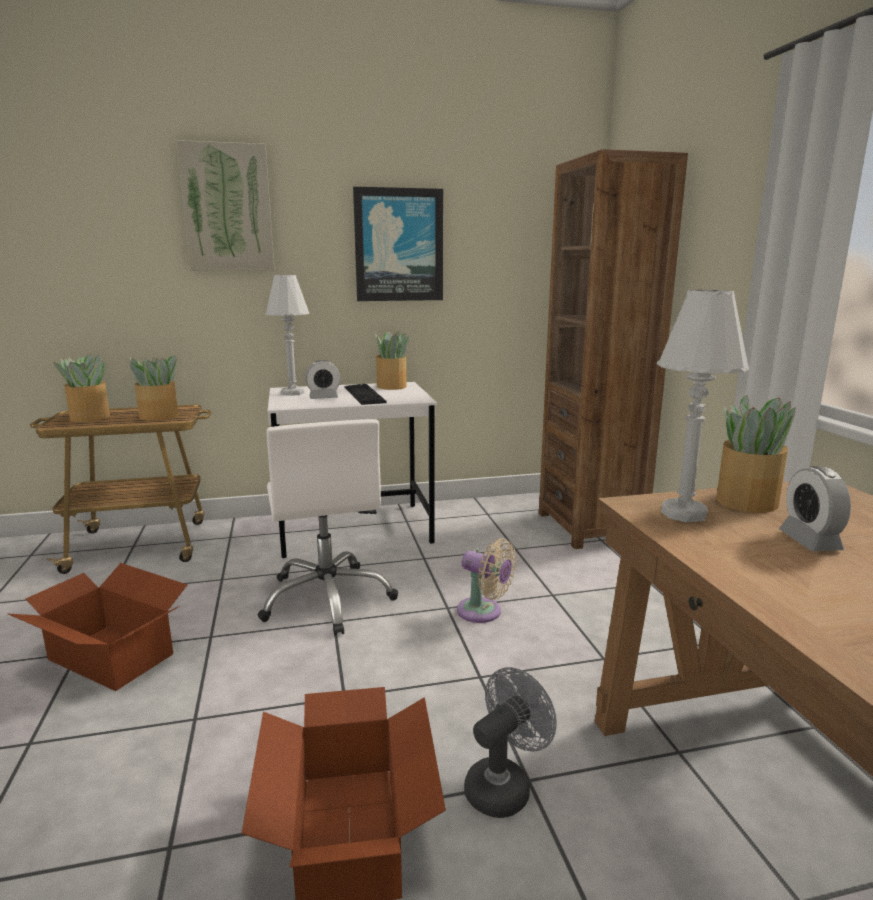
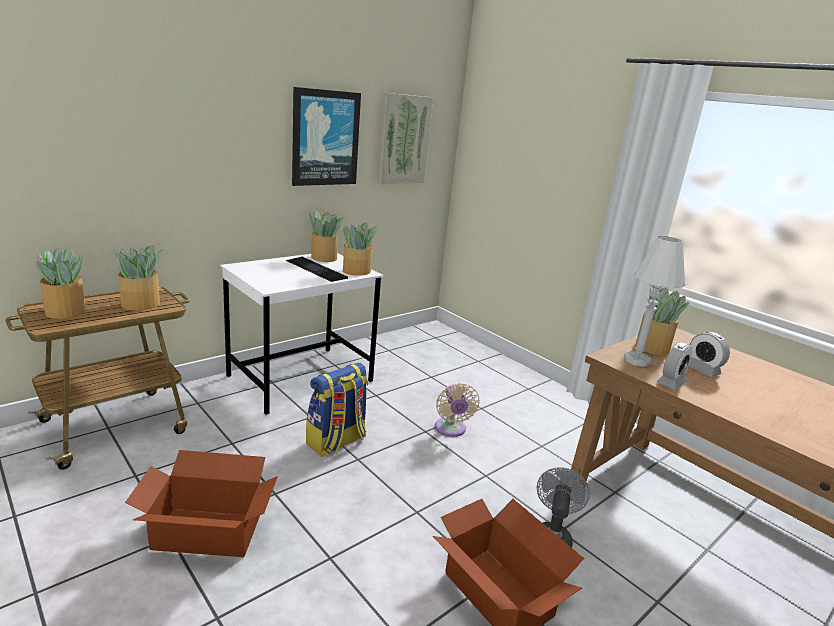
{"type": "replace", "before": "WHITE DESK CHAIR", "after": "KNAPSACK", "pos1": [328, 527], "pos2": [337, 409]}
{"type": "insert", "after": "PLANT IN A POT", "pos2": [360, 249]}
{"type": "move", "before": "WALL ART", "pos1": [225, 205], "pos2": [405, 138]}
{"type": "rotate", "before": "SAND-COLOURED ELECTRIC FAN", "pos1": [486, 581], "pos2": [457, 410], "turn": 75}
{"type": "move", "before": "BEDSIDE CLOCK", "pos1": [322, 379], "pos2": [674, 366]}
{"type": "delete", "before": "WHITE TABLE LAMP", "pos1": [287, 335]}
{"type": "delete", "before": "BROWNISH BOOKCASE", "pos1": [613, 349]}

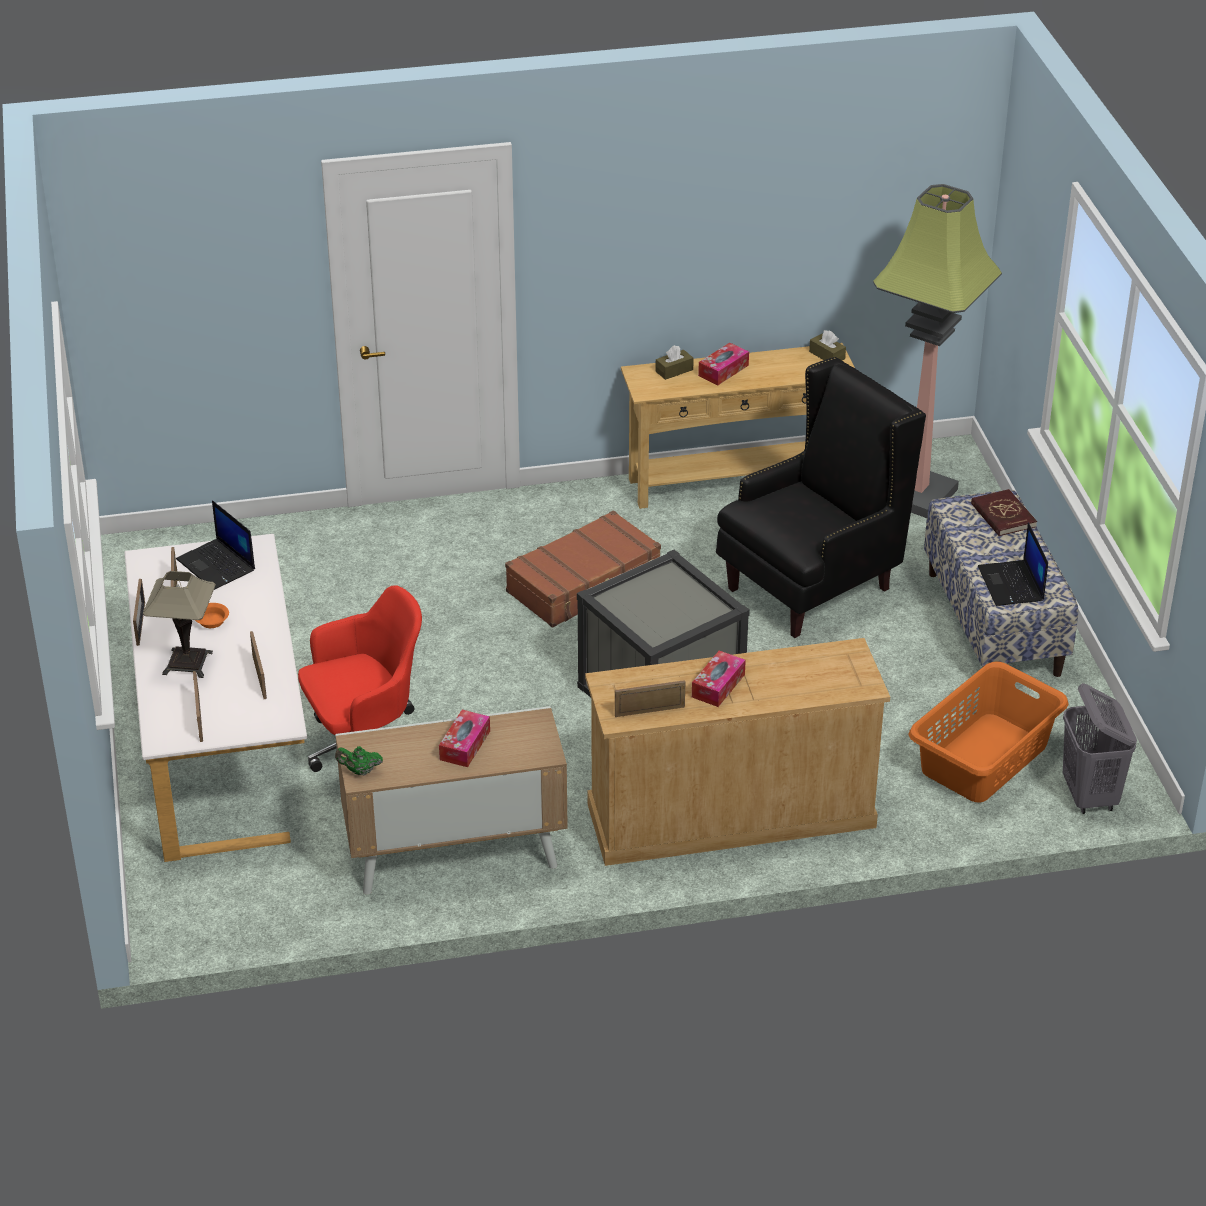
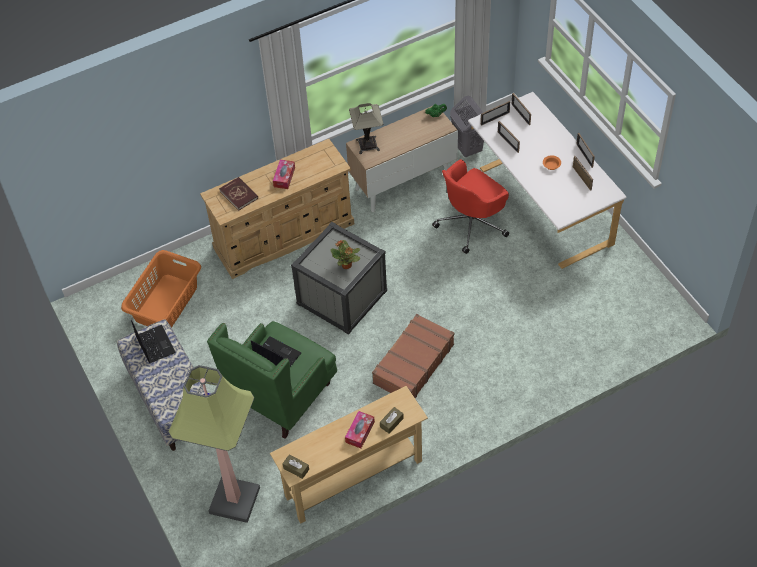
{"type": "recolor", "before": "BLACK-COLOURED LOUNGE CHAIR", "after": "GREENISH LOUNGE CHAIR", "pos1": [821, 497], "pos2": [272, 380]}
{"type": "move", "before": "REDDISH BOUND BOOK", "pos1": [1004, 512], "pos2": [238, 194]}
{"type": "move", "before": "NOTEBOOK COMPUTER", "pos1": [215, 545], "pos2": [276, 352]}
{"type": "insert", "after": "PLANT IN A POT", "pos2": [345, 254]}
{"type": "move", "before": "TABLE LAMP", "pos1": [179, 624], "pos2": [366, 128]}
{"type": "move", "before": "GRAY LAUNDRY BASKET", "pos1": [1100, 748], "pos2": [467, 126]}
{"type": "move", "before": "PHOTO FRAME", "pos1": [650, 698], "pos2": [495, 113]}
{"type": "delete", "before": "TISSUE BOX", "pos1": [464, 738]}

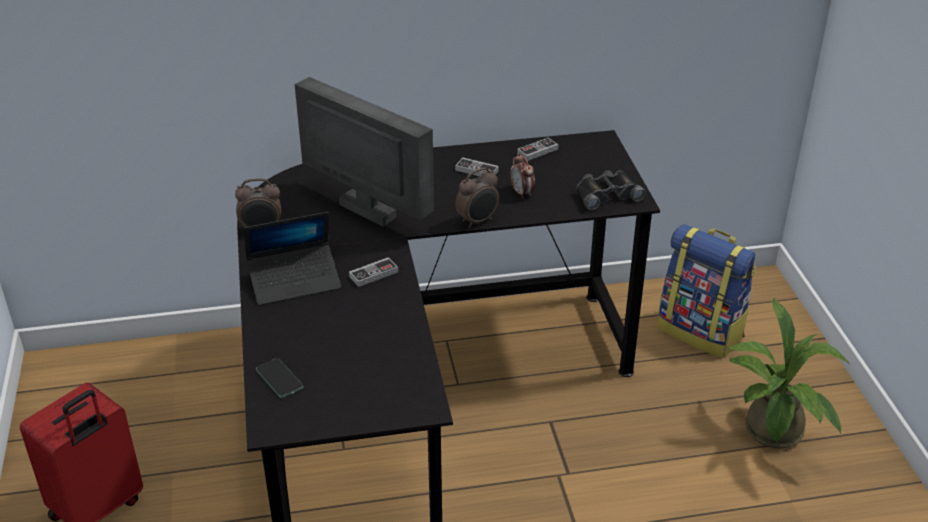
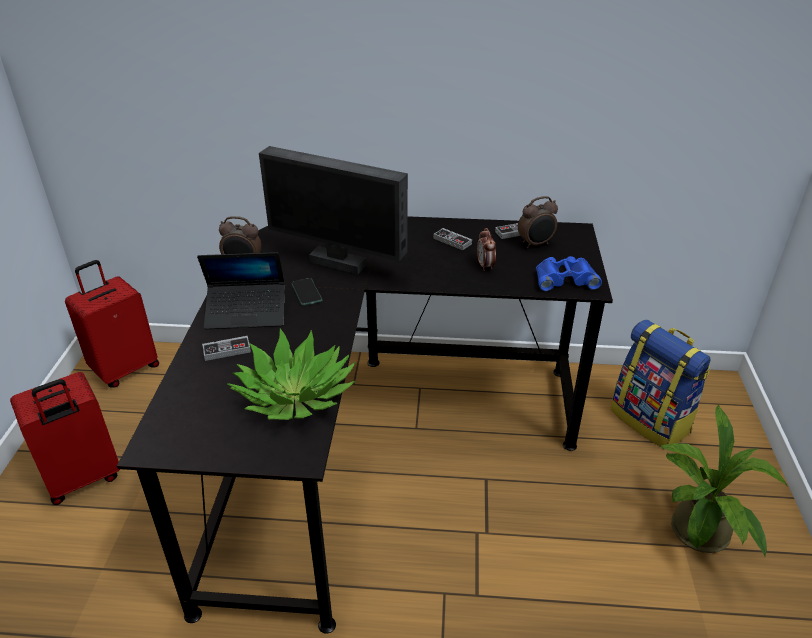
{"type": "insert", "after": "REDDISH TRAVEL CASE", "pos2": [112, 324]}
{"type": "move", "before": "GAMEPAD", "pos1": [373, 272], "pos2": [226, 348]}
{"type": "insert", "after": "PLANT IN A POT", "pos2": [291, 374]}
{"type": "rotate", "before": "COMPUTER SCREEN", "pos1": [364, 152], "pos2": [333, 210], "turn": 150}
{"type": "move", "before": "HANDSET", "pos1": [280, 378], "pos2": [307, 292]}
{"type": "move", "before": "BEDSIDE CLOCK", "pos1": [477, 197], "pos2": [538, 222]}
{"type": "recolor", "before": "BLACK-COLOURED BINOCULARS", "after": "BLUE BINOCULARS", "pos1": [611, 190], "pos2": [569, 273]}

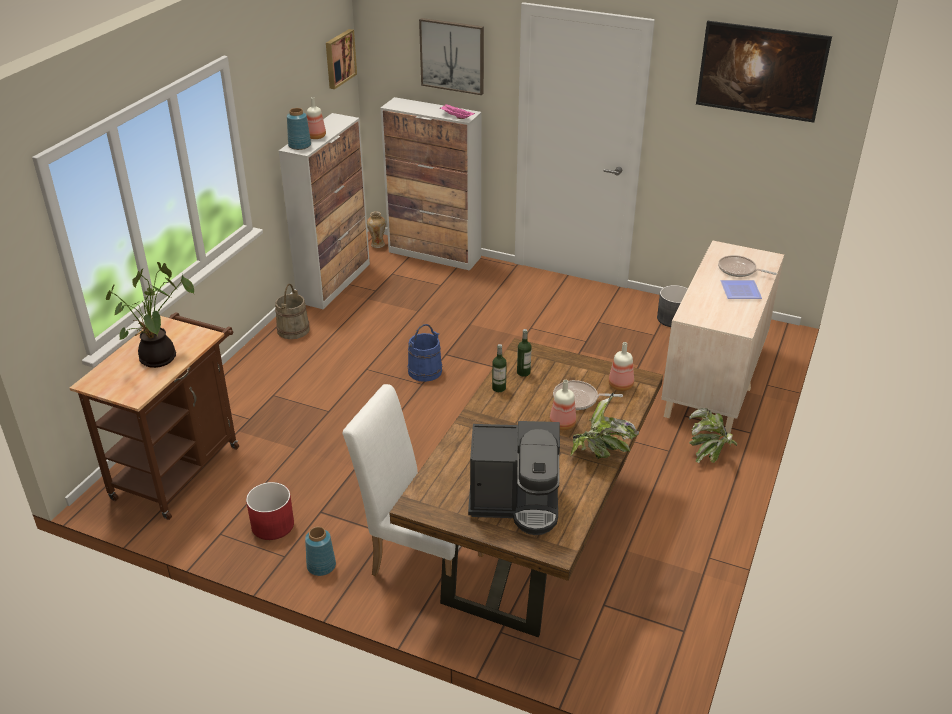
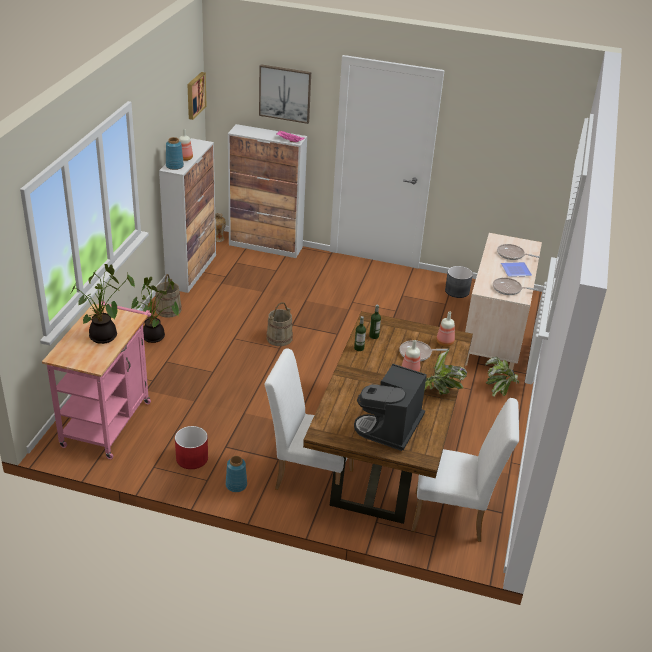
{"type": "recolor", "before": "BROWNISH WHEELED CART", "after": "PINK WHEELED CART", "pos1": [154, 416], "pos2": [96, 380]}
{"type": "insert", "after": "PLANT IN A POT", "pos2": [155, 310]}
{"type": "recolor", "before": "BLUE BUCKET", "after": "SAND-COLOURED BUCKET", "pos1": [425, 353], "pos2": [279, 324]}
{"type": "rotate", "before": "COFFEE MAKER", "pos1": [514, 478], "pos2": [390, 407], "turn": 120}
{"type": "insert", "after": "WHITE CHAIR", "pos2": [465, 470]}
{"type": "insert", "after": "PAN", "pos2": [515, 286]}
{"type": "delete", "before": "WALL ART", "pos1": [764, 72]}

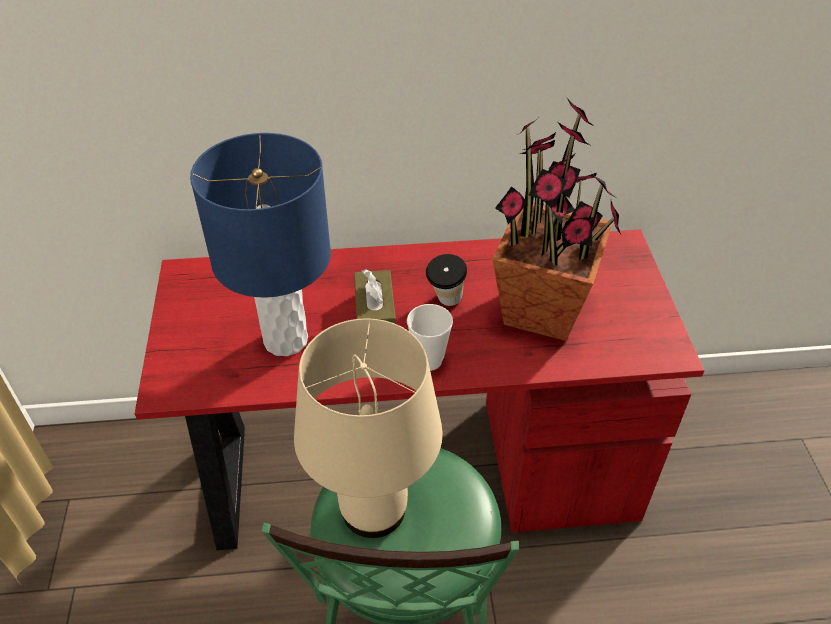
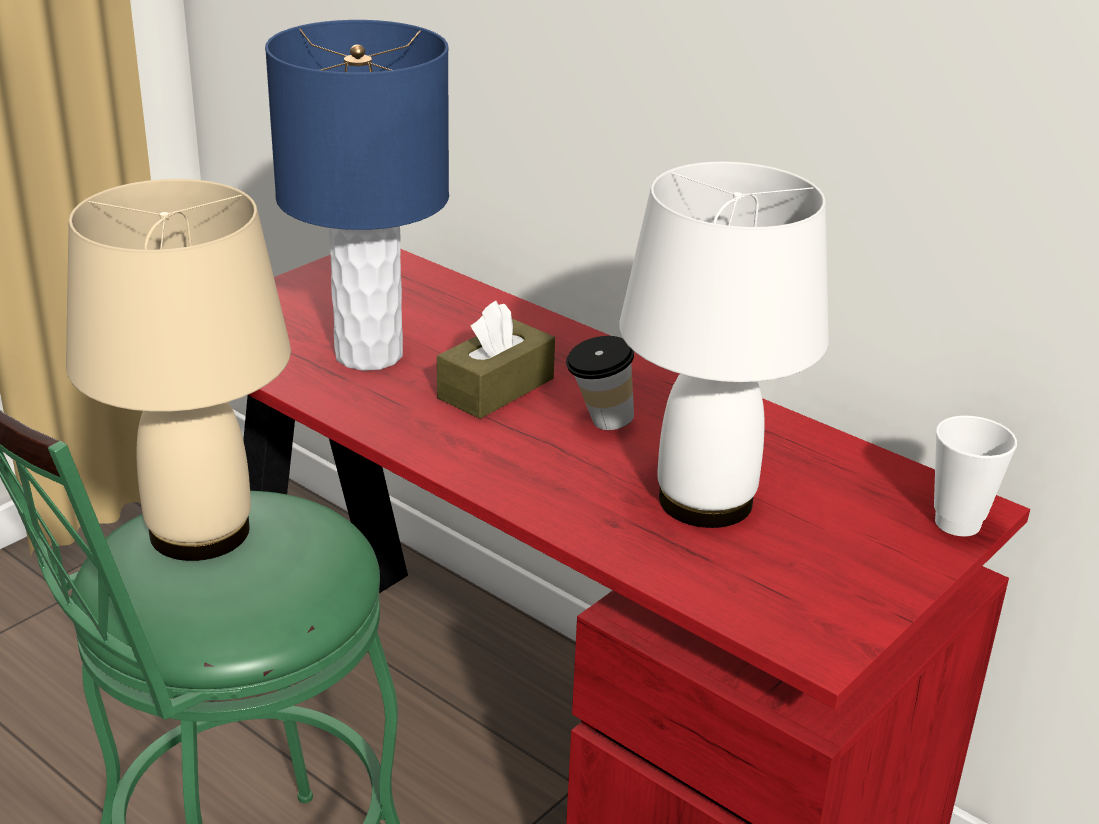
{"type": "replace", "before": "PLANT IN A POT", "after": "WHITE TABLE LAMP", "pos1": [556, 219], "pos2": [724, 345]}
{"type": "move", "before": "DRINKING CUP", "pos1": [430, 337], "pos2": [975, 475]}

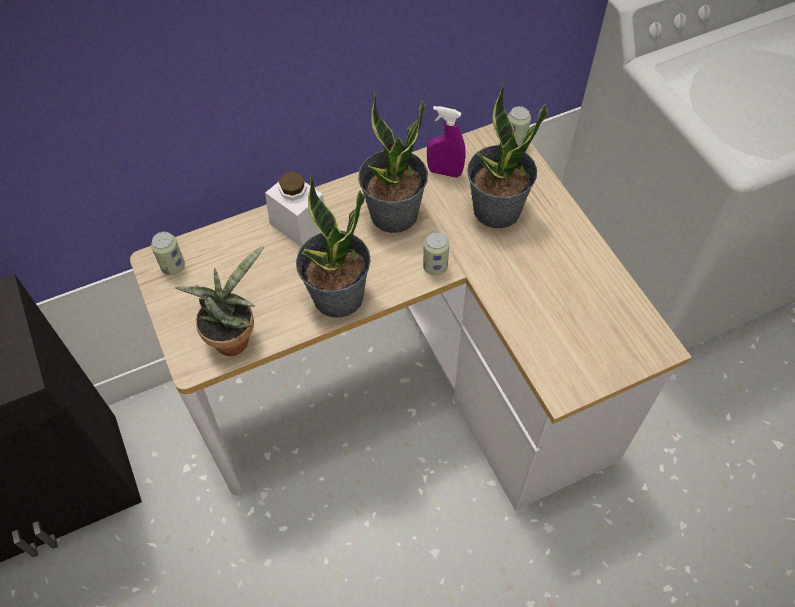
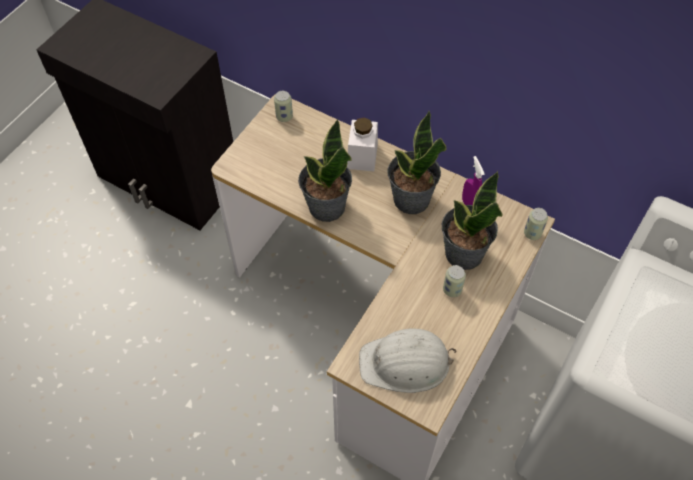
{"type": "insert", "after": "WHITE WORK HELMET", "pos2": [407, 361]}
{"type": "move", "before": "METAL CAN", "pos1": [436, 253], "pos2": [454, 281]}
{"type": "delete", "before": "PLANT IN A POT", "pos1": [220, 300]}

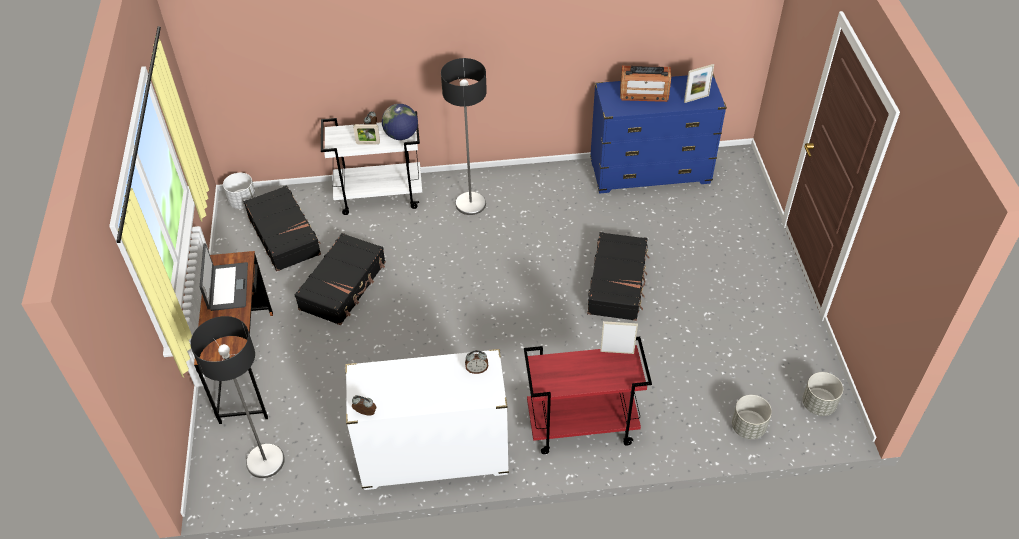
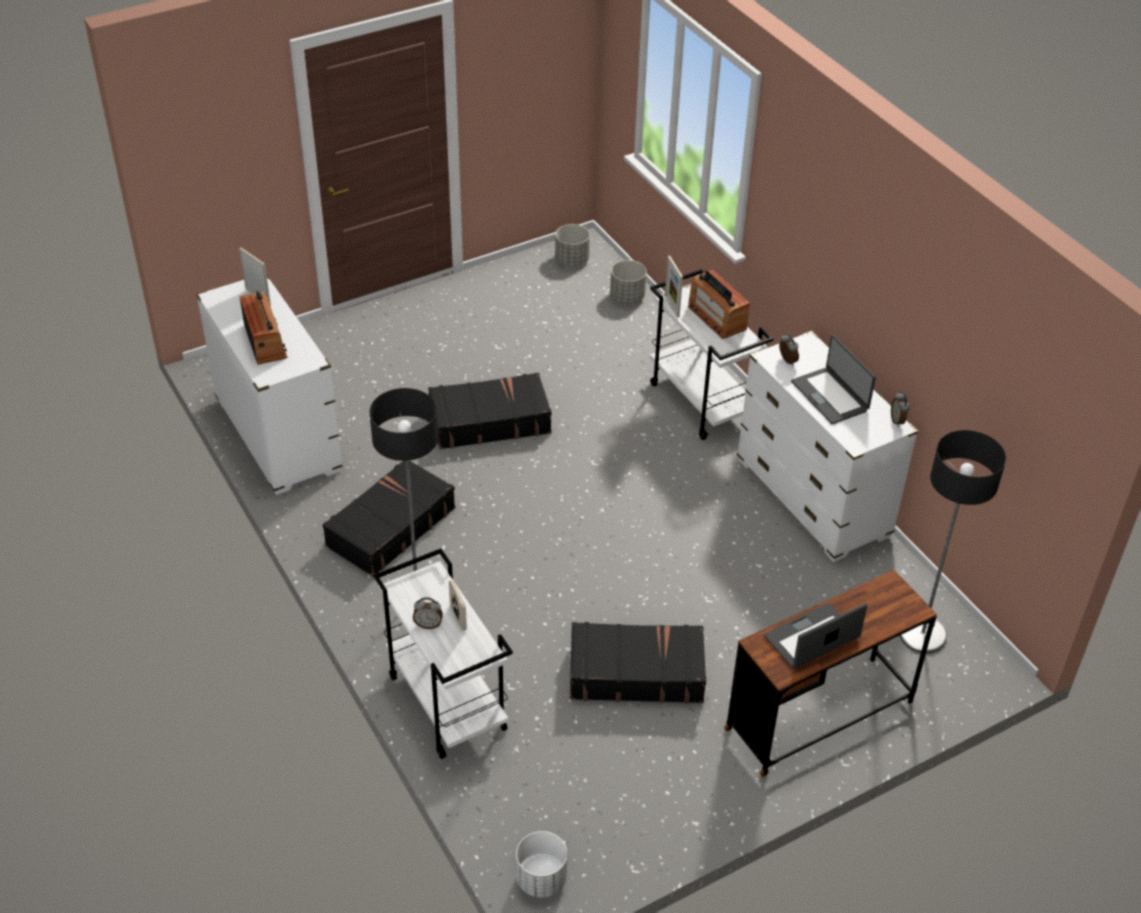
{"type": "recolor", "before": "BLUE DRESSER", "after": "WHITE DRESSER", "pos1": [658, 134], "pos2": [269, 384]}
{"type": "move", "before": "BLACK-COLOURED TRAVEL CASE", "pos1": [282, 228], "pos2": [389, 518]}
{"type": "recolor", "before": "REDDISH WHEELED CART", "after": "WHITE WHEELED CART", "pos1": [588, 395], "pos2": [711, 354]}
{"type": "insert", "after": "RADIO SET", "pos2": [719, 304]}
{"type": "insert", "after": "NOTEBOOK COMPUTER", "pos2": [833, 379]}
{"type": "delete", "before": "WORLD GLOBE", "pos1": [400, 122]}

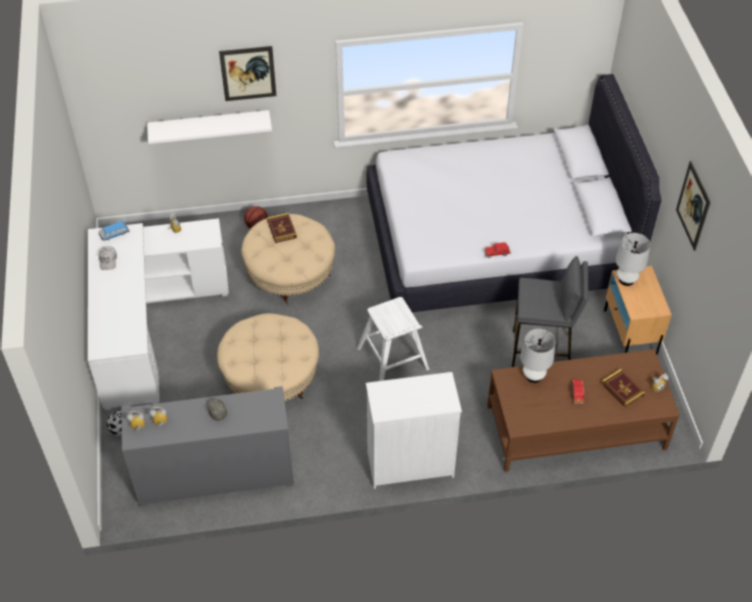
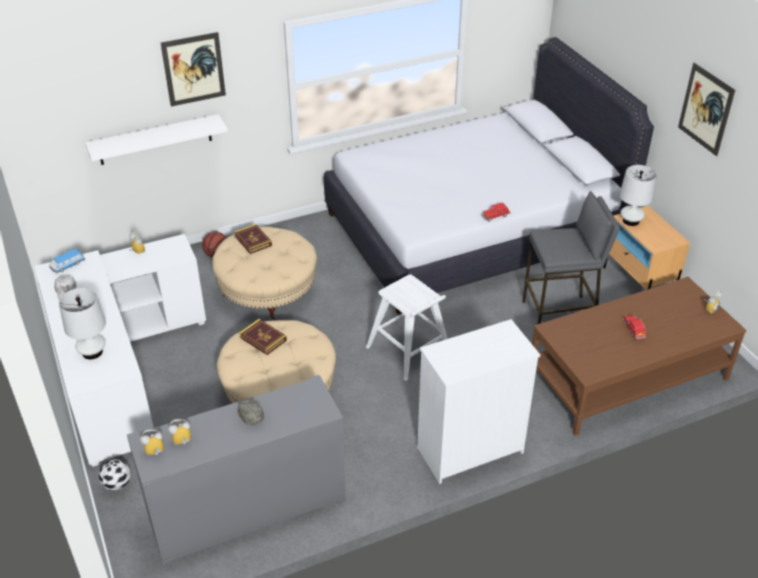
{"type": "move", "before": "WHITE TABLE LAMP", "pos1": [537, 356], "pos2": [82, 323]}
{"type": "move", "before": "BOUND BOOK", "pos1": [623, 388], "pos2": [263, 337]}

